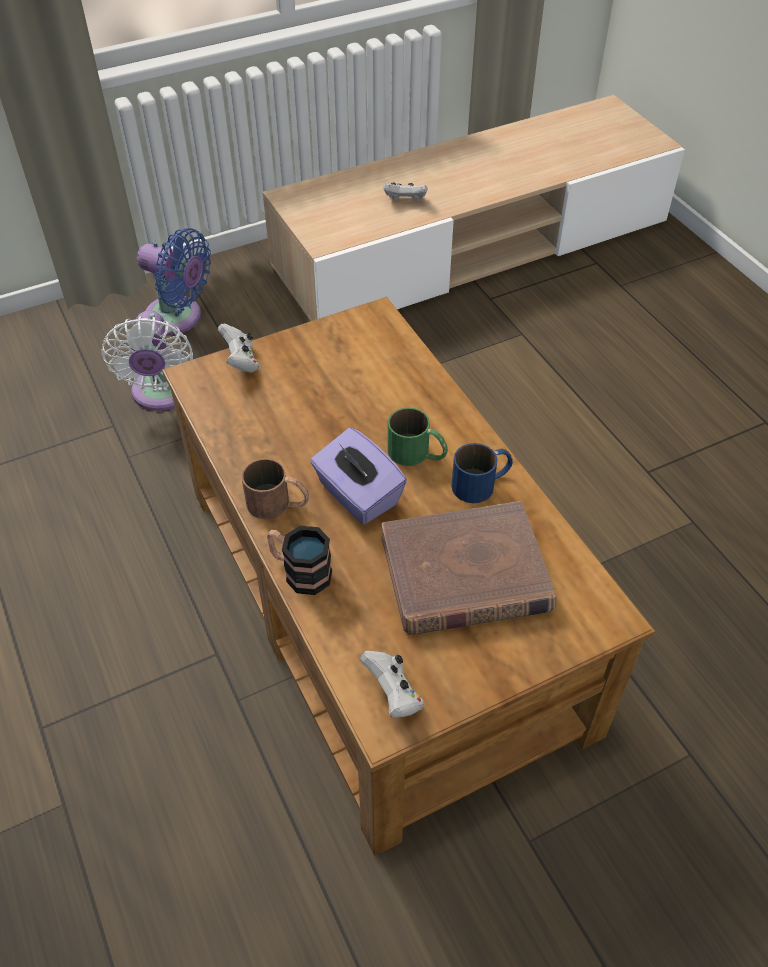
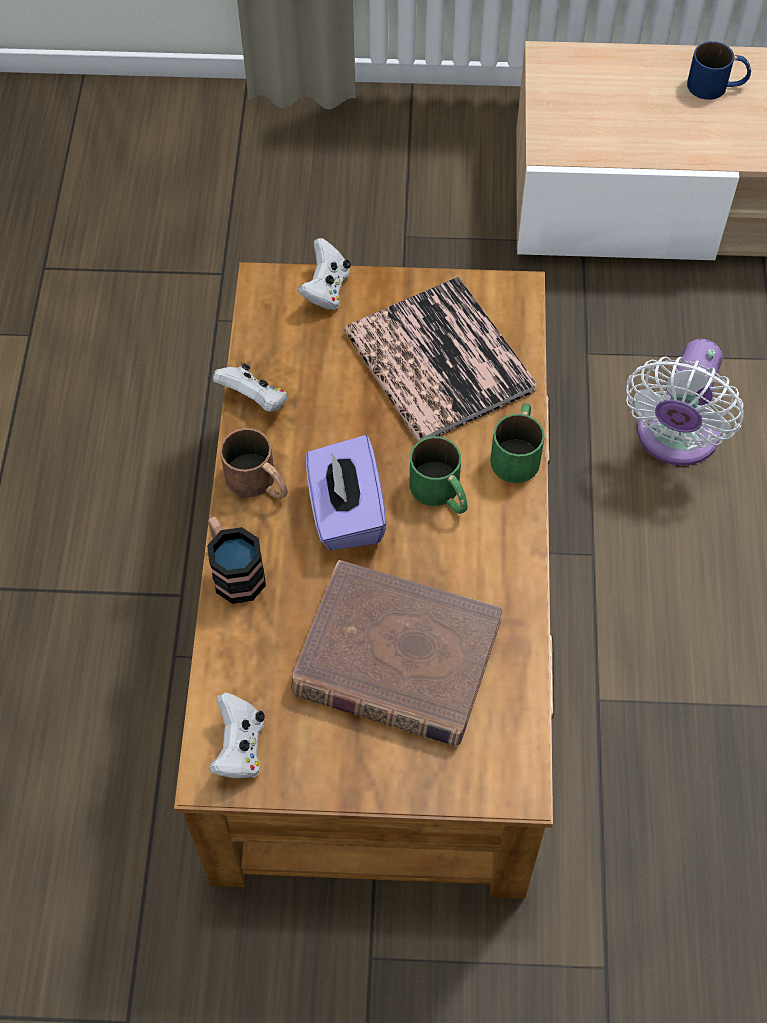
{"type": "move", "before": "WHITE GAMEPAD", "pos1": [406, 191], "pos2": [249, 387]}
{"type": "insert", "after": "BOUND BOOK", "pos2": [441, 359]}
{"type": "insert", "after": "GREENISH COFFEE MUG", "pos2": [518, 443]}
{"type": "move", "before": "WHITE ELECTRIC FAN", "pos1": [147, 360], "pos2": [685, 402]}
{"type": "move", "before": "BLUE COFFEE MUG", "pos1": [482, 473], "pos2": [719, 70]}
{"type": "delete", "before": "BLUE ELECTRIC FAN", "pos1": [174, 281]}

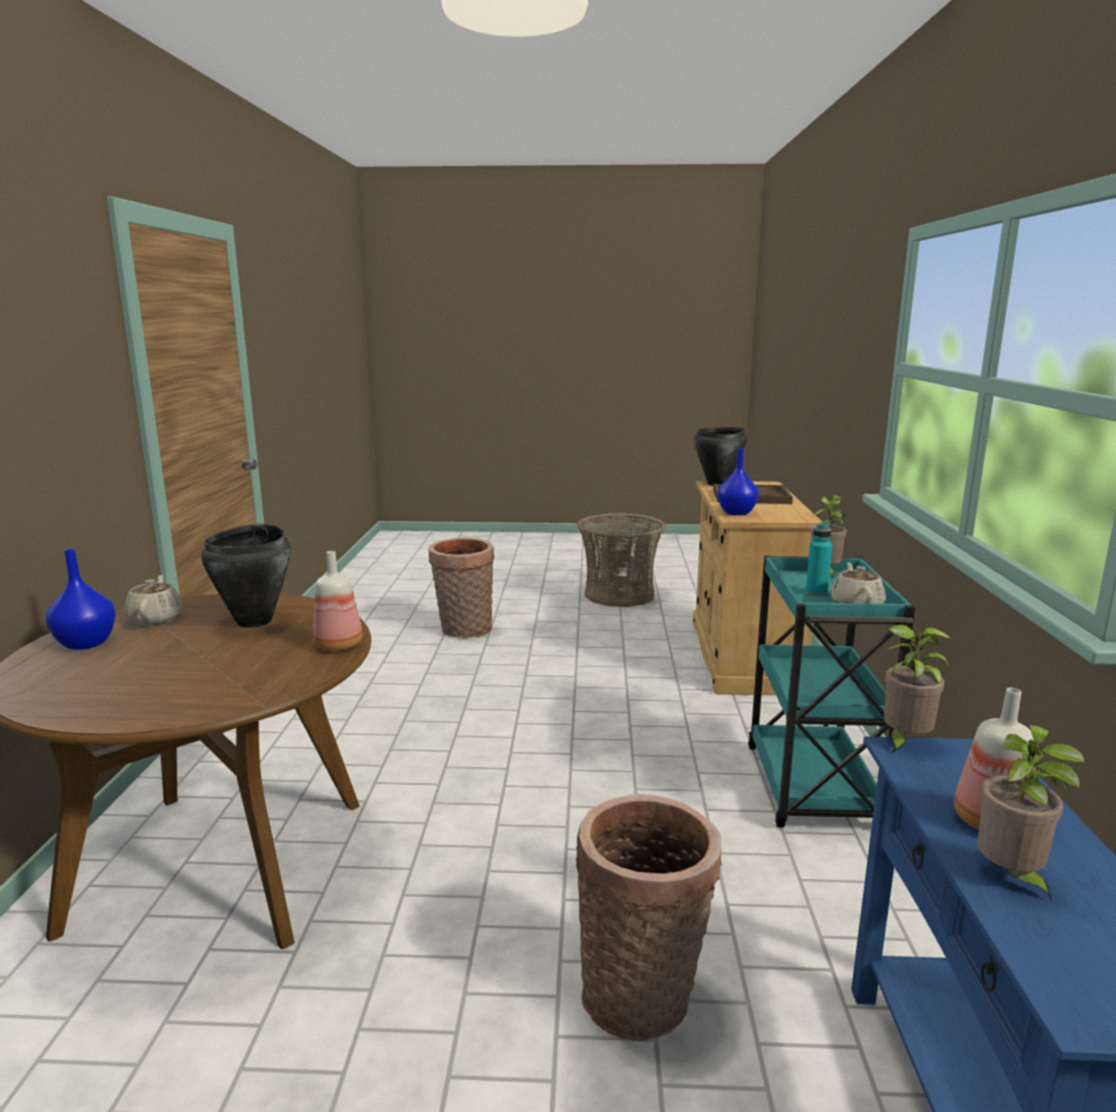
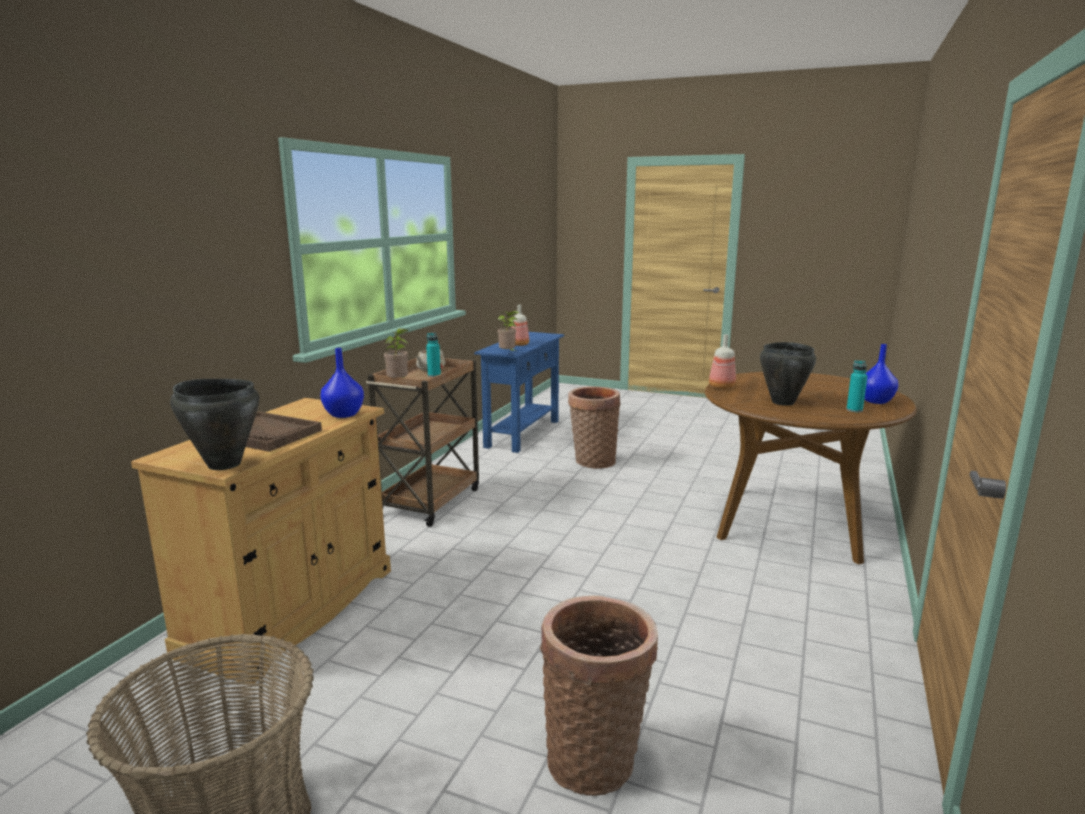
{"type": "recolor", "before": "TURQUOISE-COLOURED WHEELED CART", "after": "BROWNISH WHEELED CART", "pos1": [831, 691], "pos2": [422, 442]}
{"type": "replace", "before": "SAND-COLOURED TEAPOT", "after": "TURQUOISE-COLOURED BOTTLE", "pos1": [153, 600], "pos2": [857, 386]}
{"type": "delete", "before": "PLANT IN A POT", "pos1": [1031, 814]}

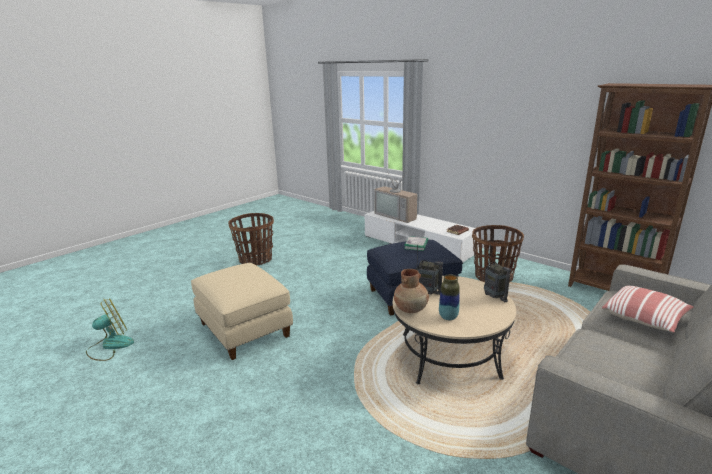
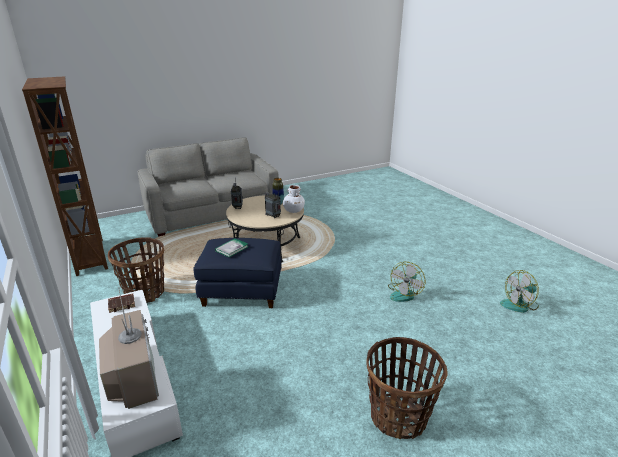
{"type": "recolor", "before": "BROWNISH VASE", "after": "WHITE VASE", "pos1": [411, 291], "pos2": [294, 199]}
{"type": "replace", "before": "SAND-COLOURED POUFFE", "after": "ELECTRIC FAN", "pos1": [242, 311], "pos2": [406, 282]}
{"type": "delete", "before": "THROW PILLOW", "pos1": [648, 309]}

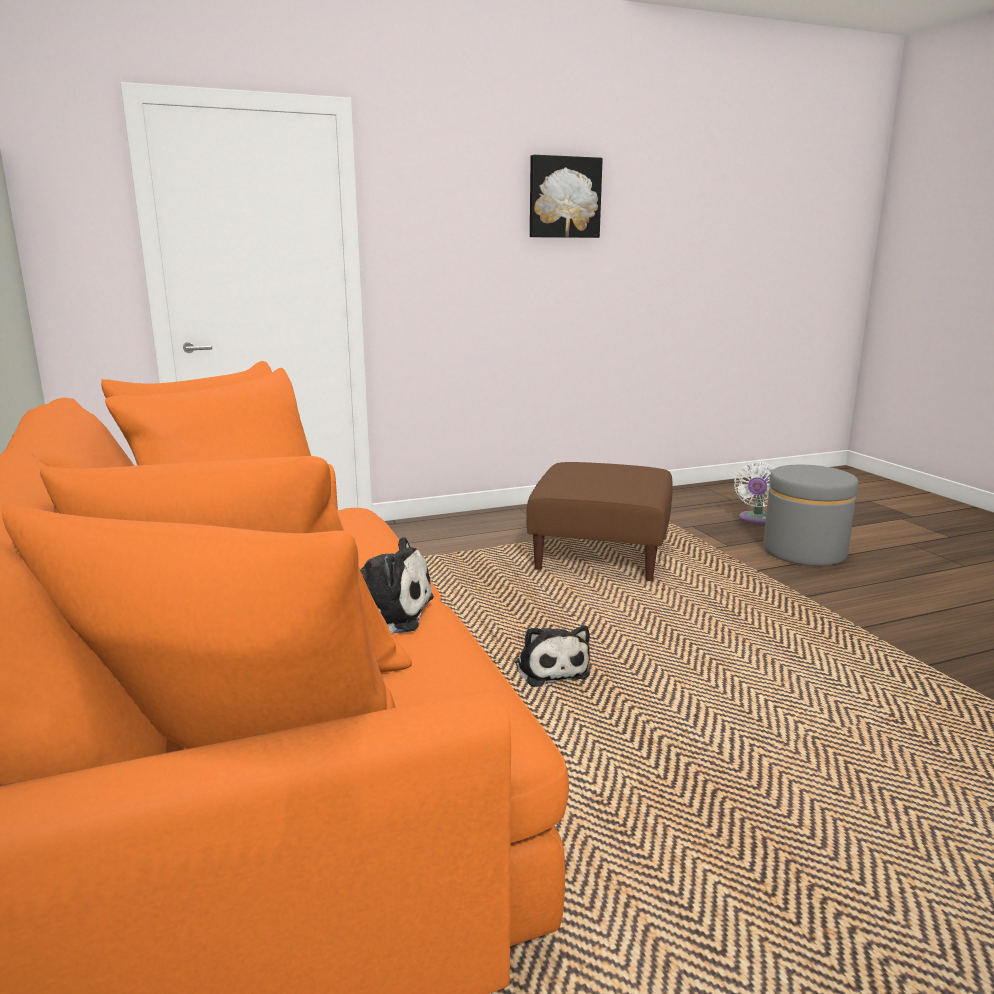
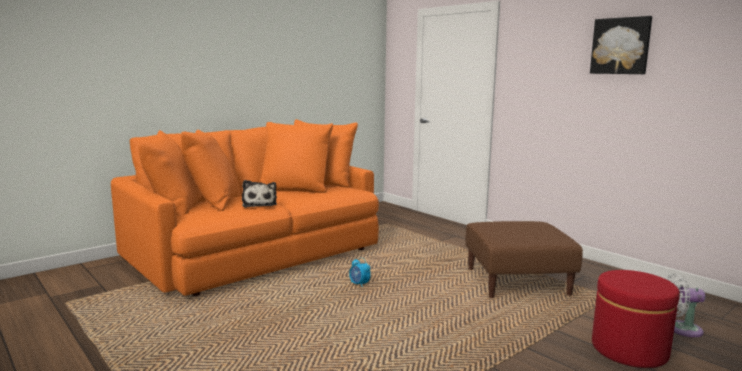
{"type": "replace", "before": "CUDDLY TOY", "after": "BEDSIDE CLOCK", "pos1": [552, 656], "pos2": [360, 272]}
{"type": "recolor", "before": "GRAY POUFFE", "after": "REDDISH POUFFE", "pos1": [810, 515], "pos2": [636, 319]}

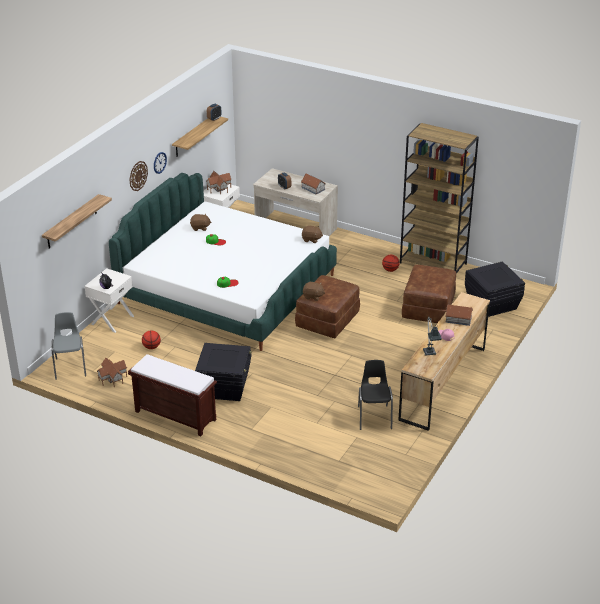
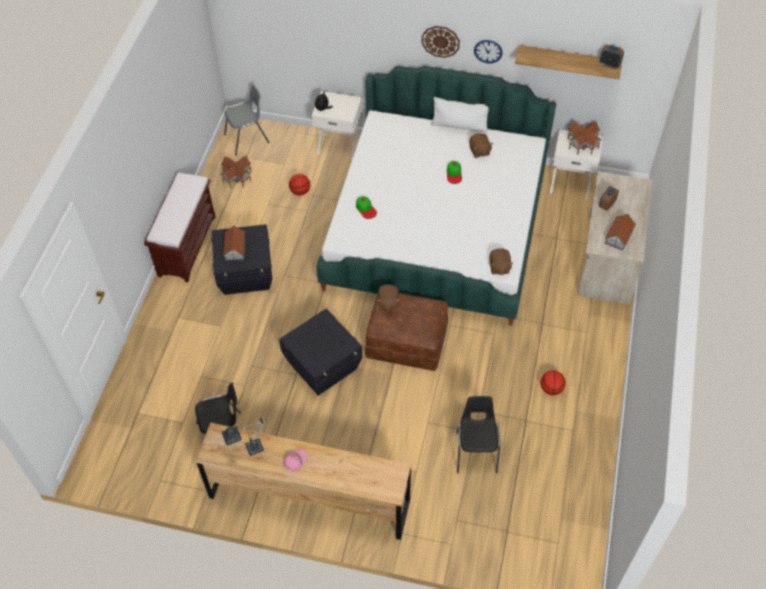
{"type": "move", "before": "MODEL HOUSE", "pos1": [459, 315], "pos2": [234, 243]}
{"type": "move", "before": "BLACK-COLOURED STORAGE BOX", "pos1": [495, 289], "pos2": [320, 352]}
{"type": "insert", "after": "WHITE THROW PILLOW", "pos2": [460, 115]}
{"type": "replace", "before": "BROWNISH POUFFE", "after": "BLACK-COLOURED CHAIR", "pos1": [429, 294], "pos2": [478, 435]}
{"type": "delete", "before": "SHELF", "pos1": [77, 221]}
{"type": "delete", "before": "BROWNISH BOOKCASE", "pos1": [439, 198]}

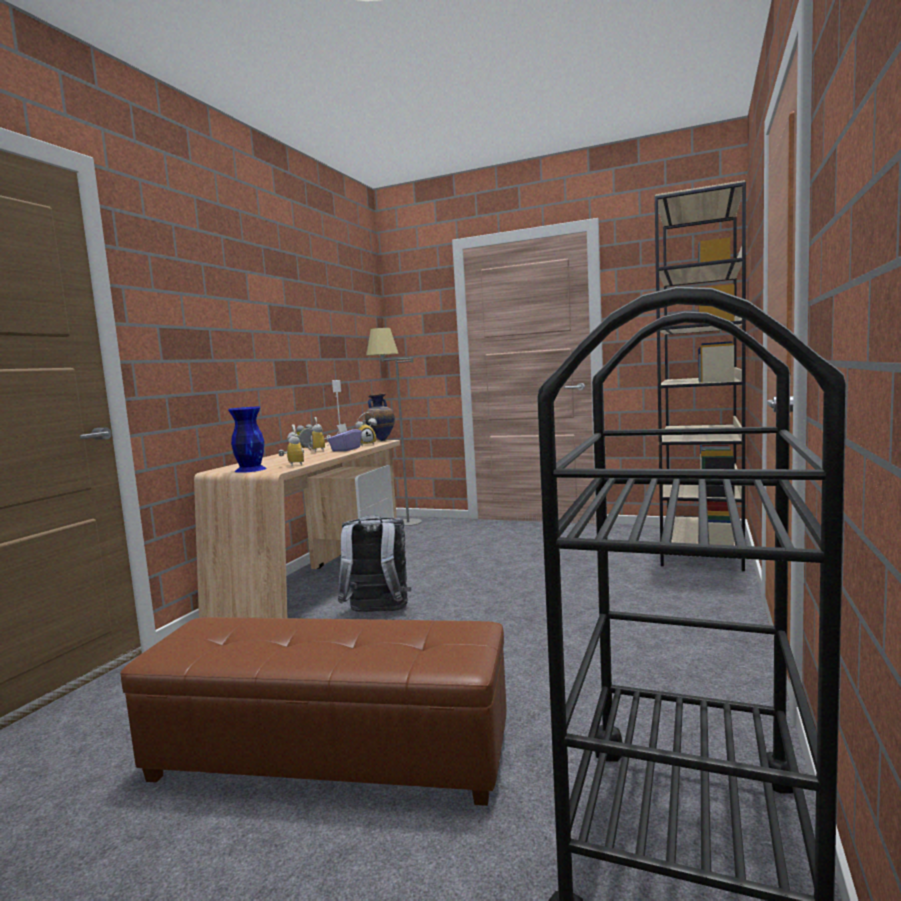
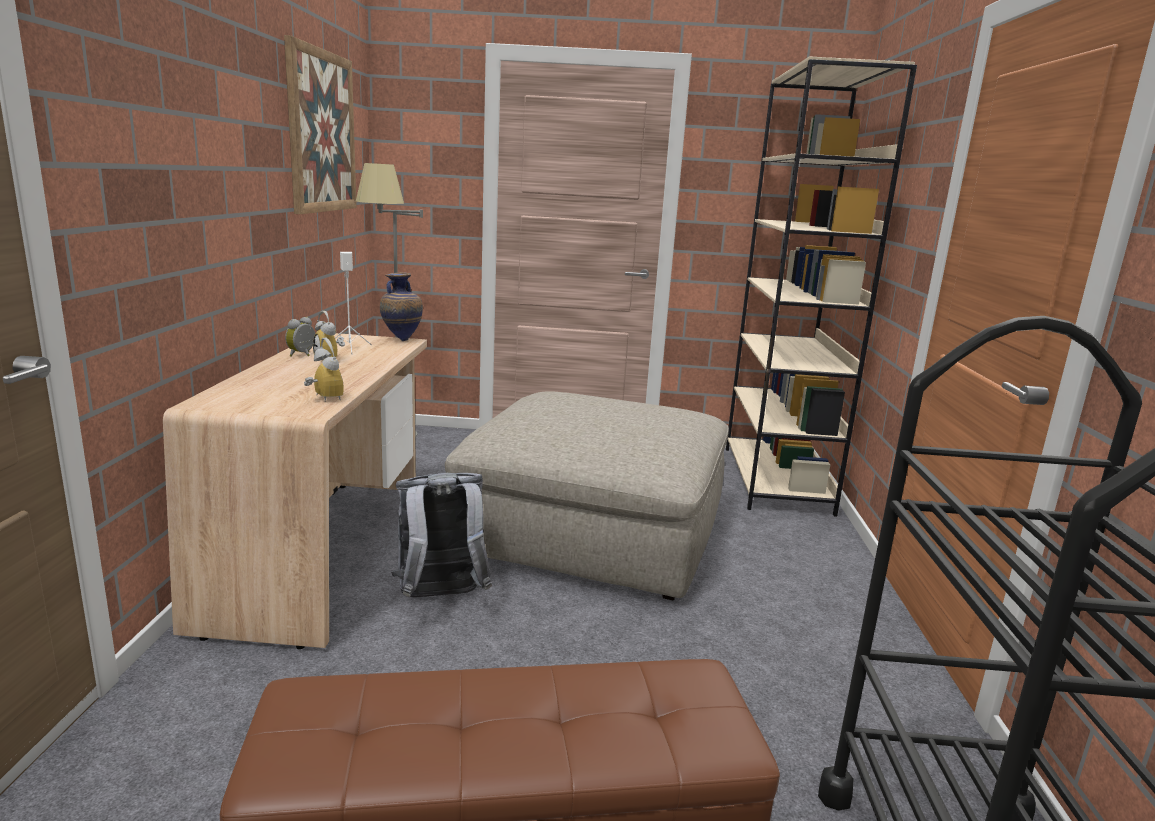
{"type": "insert", "after": "WALL ART", "pos2": [320, 124]}
{"type": "insert", "after": "SAND-COLOURED POUFFE", "pos2": [587, 495]}
{"type": "delete", "before": "BLUE VASE", "pos1": [247, 440]}
{"type": "delete", "before": "PURPLISH TISSUE BOX", "pos1": [345, 437]}
{"type": "delete", "before": "BEDSIDE CLOCK", "pos1": [366, 429]}

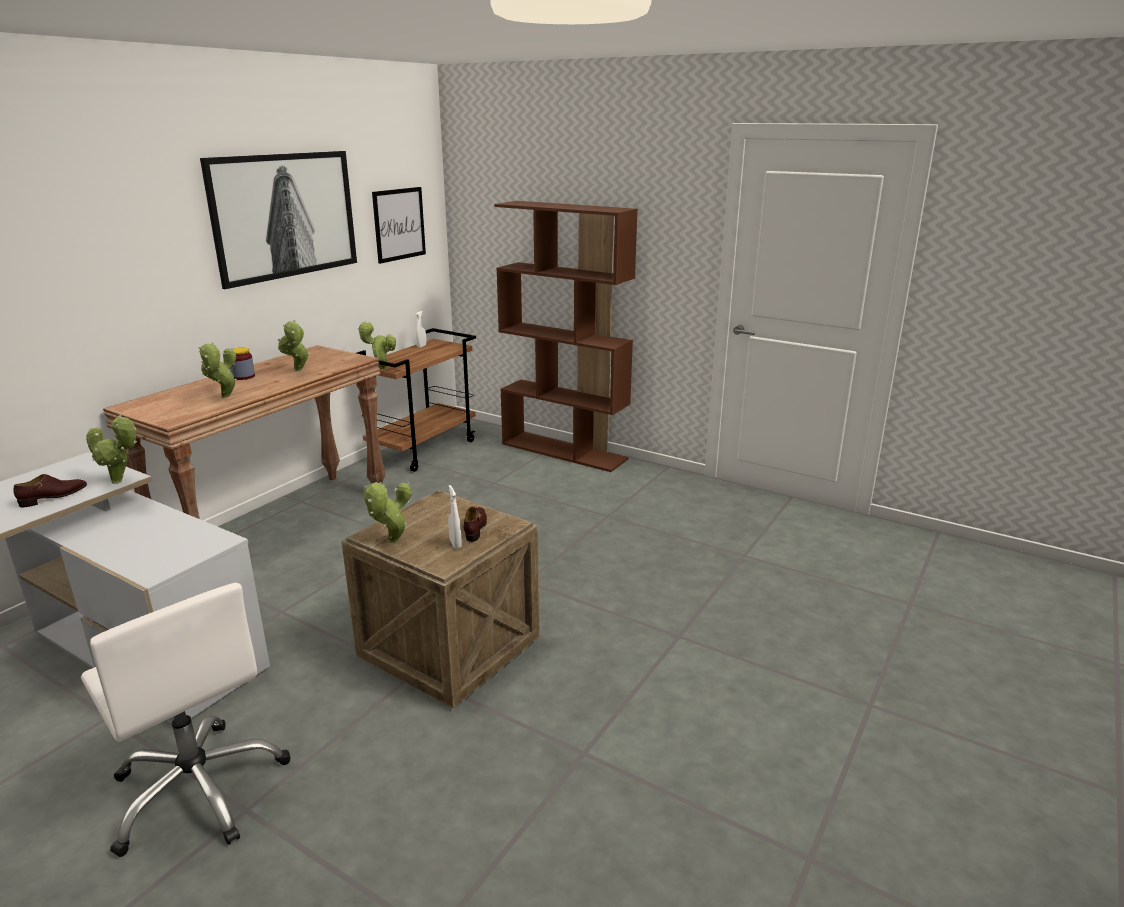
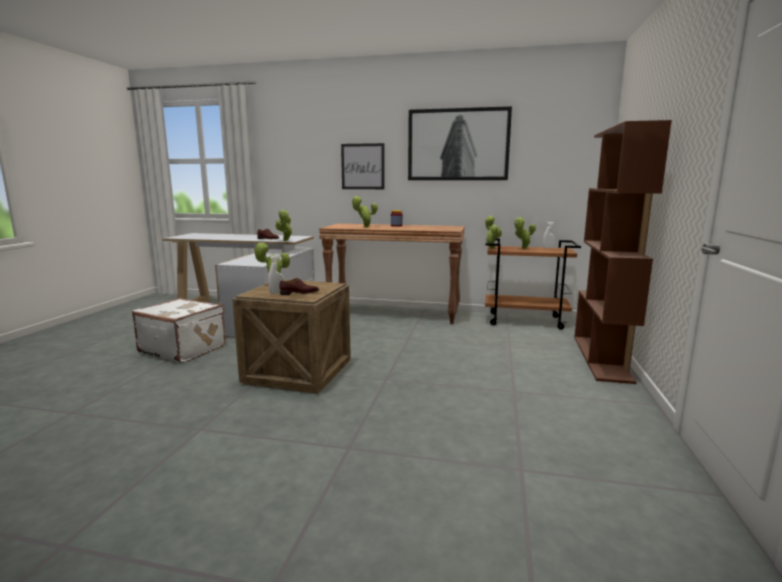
{"type": "replace", "before": "WHITE DESK CHAIR", "after": "WHITE TRAVEL CASE", "pos1": [186, 720], "pos2": [179, 330]}
{"type": "move", "before": "WALL ART", "pos1": [399, 225], "pos2": [363, 166]}
{"type": "move", "before": "PLANT IN A POT", "pos1": [294, 345], "pos2": [525, 233]}

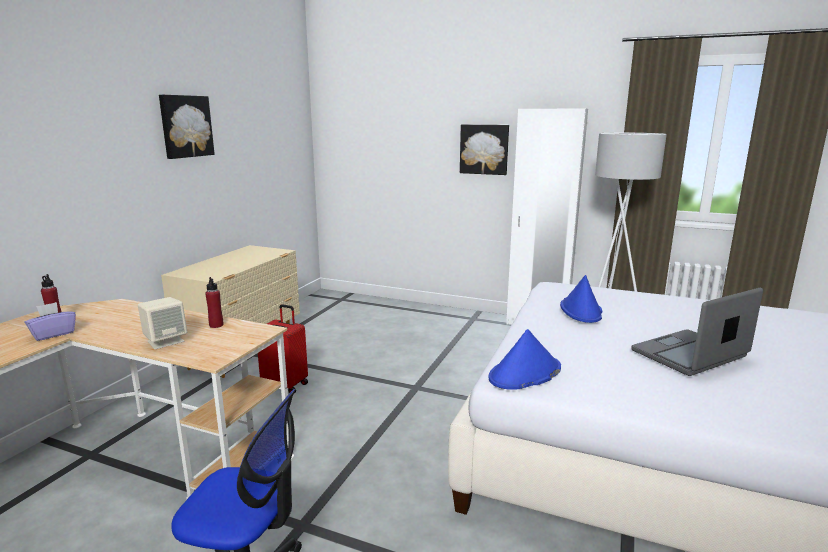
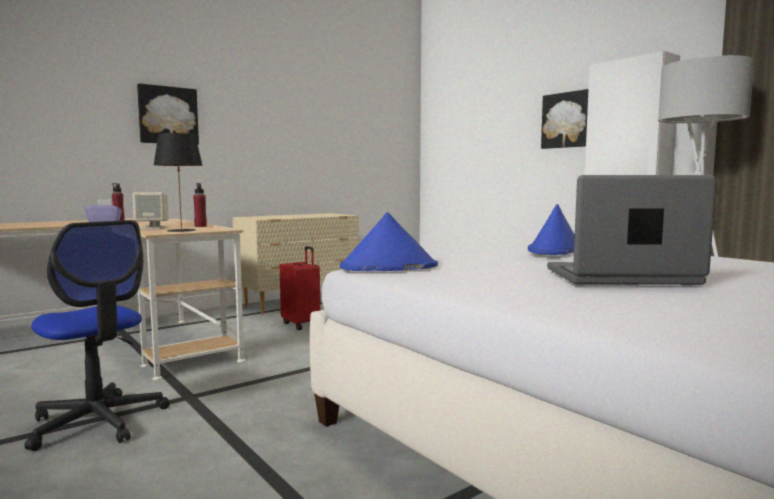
{"type": "move", "before": "WALL ART", "pos1": [187, 127], "pos2": [168, 114]}
{"type": "insert", "after": "BLACK-COLOURED TABLE LAMP", "pos2": [178, 182]}

